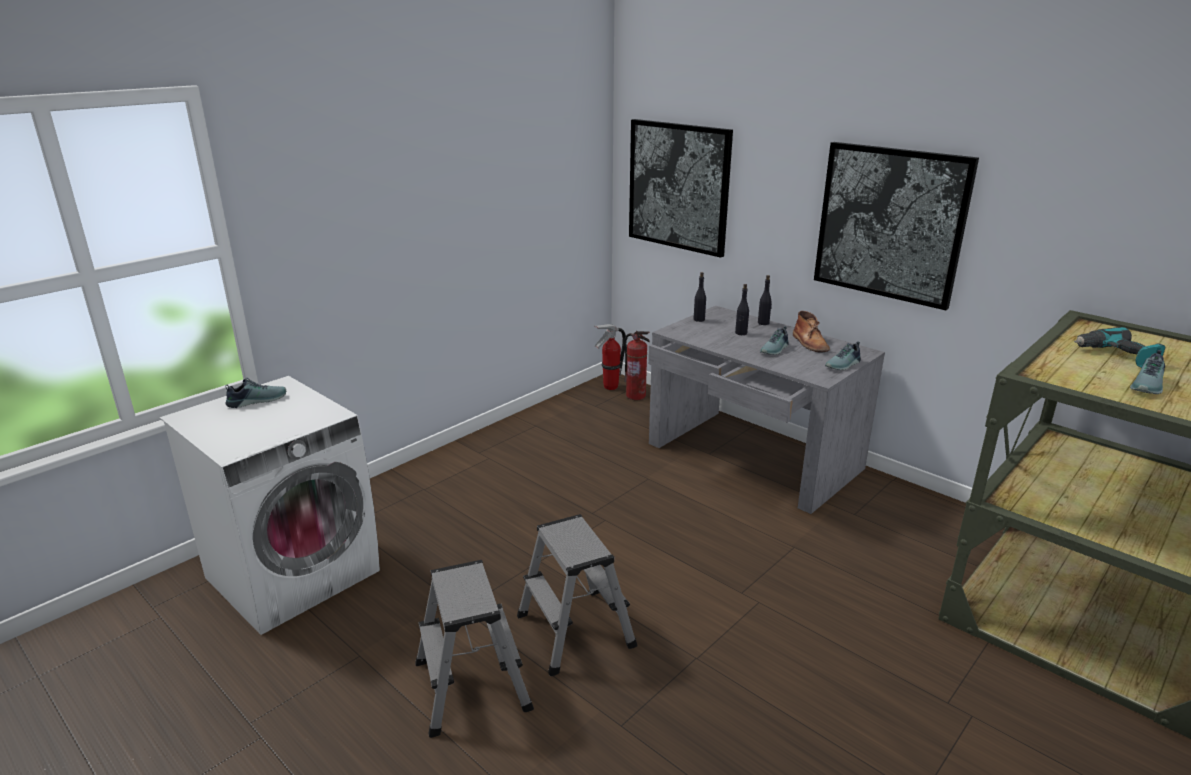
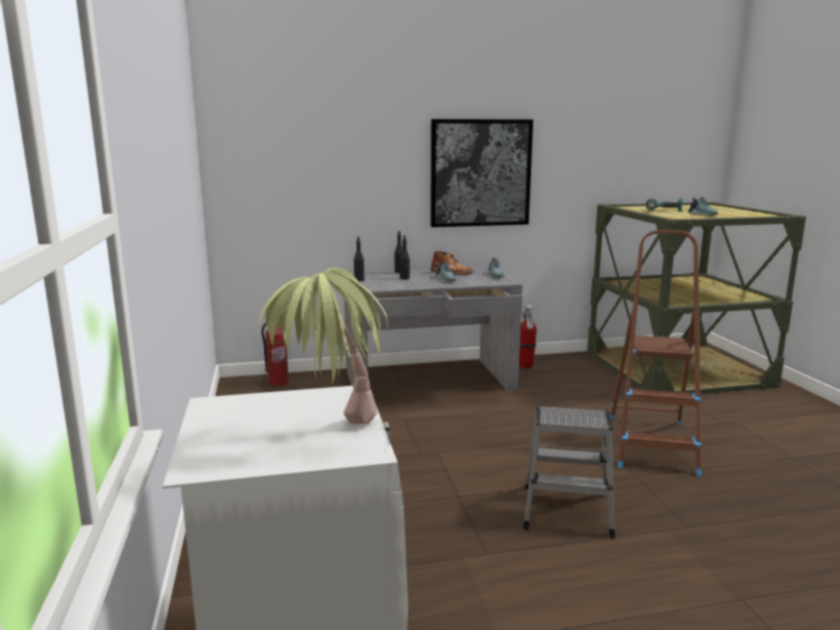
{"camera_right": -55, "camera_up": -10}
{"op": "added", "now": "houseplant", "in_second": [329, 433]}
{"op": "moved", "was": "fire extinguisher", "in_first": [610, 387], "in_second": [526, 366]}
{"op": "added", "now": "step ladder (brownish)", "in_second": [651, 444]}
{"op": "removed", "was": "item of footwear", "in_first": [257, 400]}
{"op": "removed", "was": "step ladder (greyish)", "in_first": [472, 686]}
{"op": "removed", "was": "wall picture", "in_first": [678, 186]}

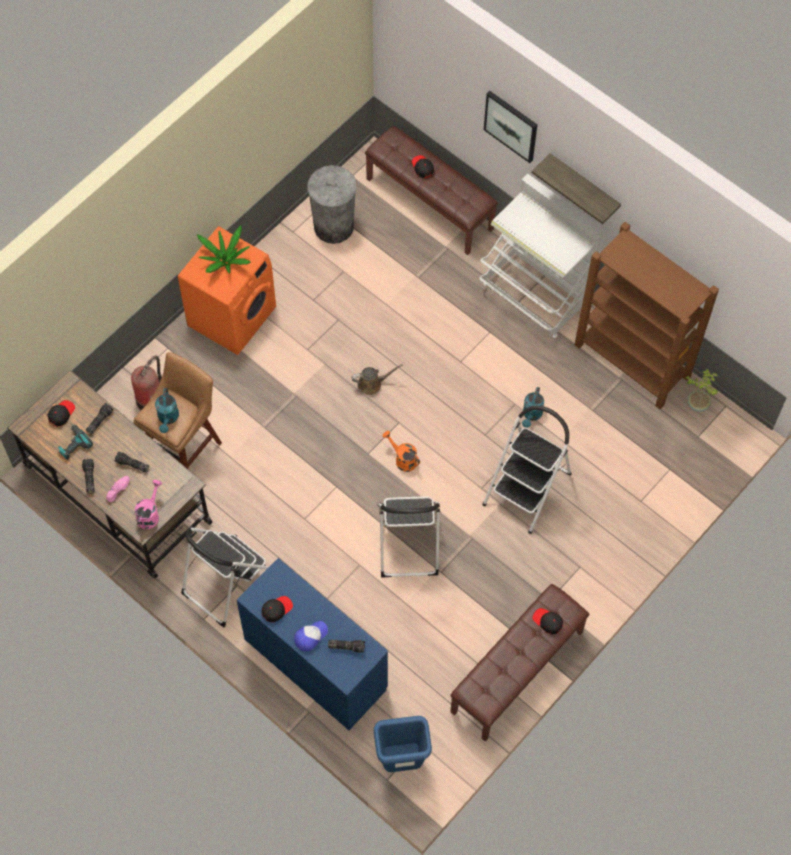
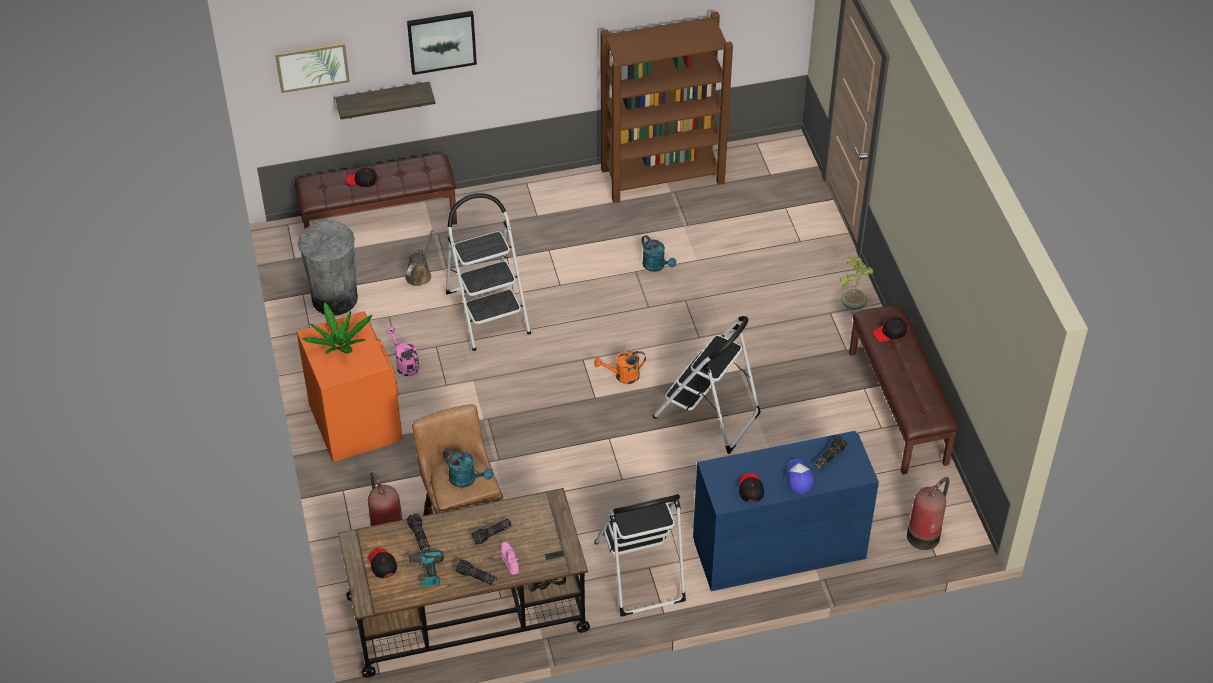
{"camera_right": -55, "camera_up": -15}
{"op": "added", "now": "wall picture", "in_second": [312, 66]}
{"op": "moved", "was": "shelf", "in_first": [583, 186], "in_second": [383, 100]}
{"op": "moved", "was": "sprinkling can (pinkish)", "in_first": [149, 514], "in_second": [405, 364]}
{"op": "moved", "was": "sprinkling can (brownish)", "in_first": [372, 384], "in_second": [419, 274]}
{"op": "moved", "was": "step ladder", "in_first": [529, 487], "in_second": [487, 311]}
{"op": "moved", "was": "houseplant", "in_first": [698, 403], "in_second": [852, 304]}
{"op": "replaced", "was": "trash can (blue-coloured)", "now": "fire extinguisher", "in_first": [402, 760], "in_second": [925, 534]}
{"op": "removed", "was": "shoe stand (white)", "in_first": [533, 296]}

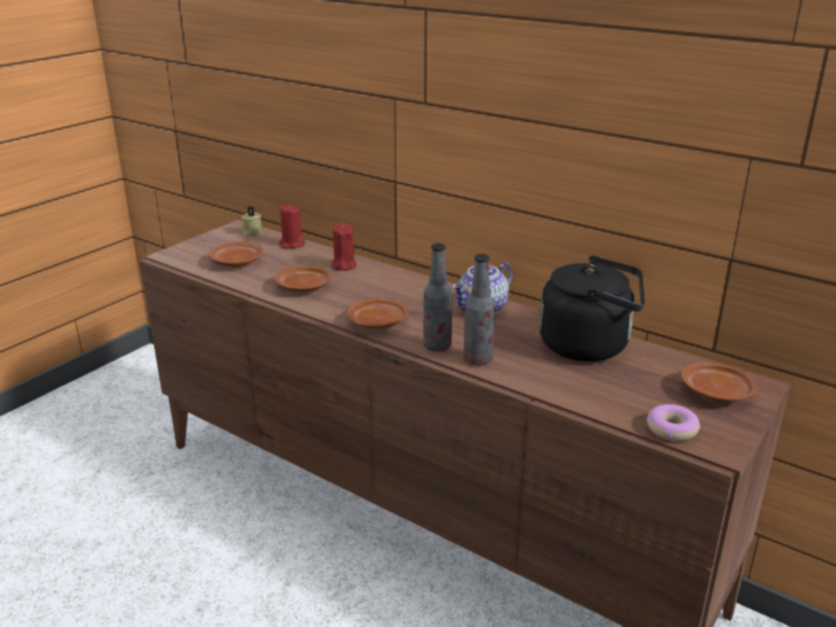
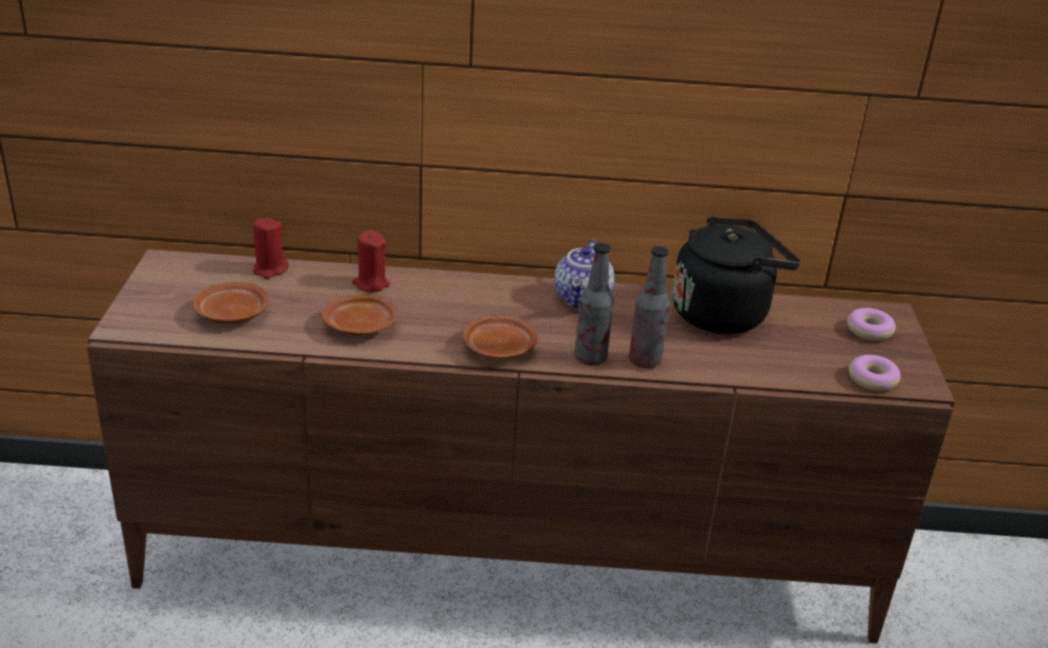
{"camera_right": -35, "camera_up": 5}
{"op": "replaced", "was": "flat dish (brownish)", "now": "ring doughnut", "in_first": [717, 393], "in_second": [869, 330]}
{"op": "removed", "was": "candle (sand-coloured)", "in_first": [252, 232]}

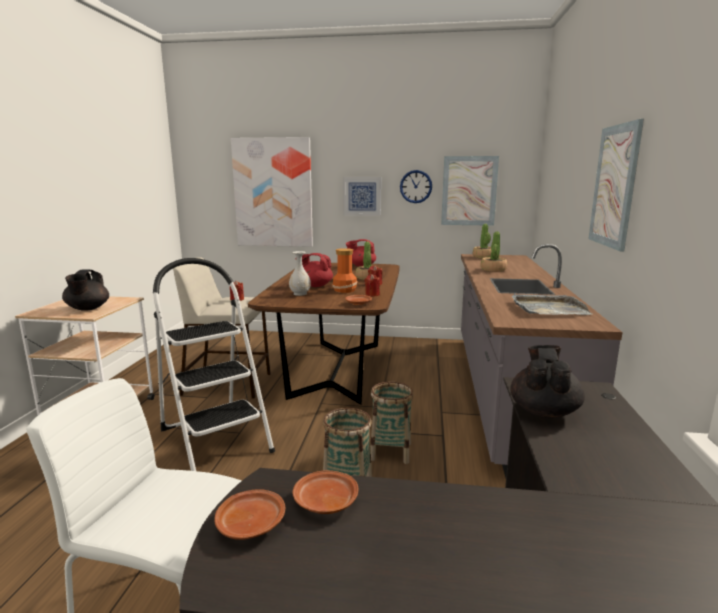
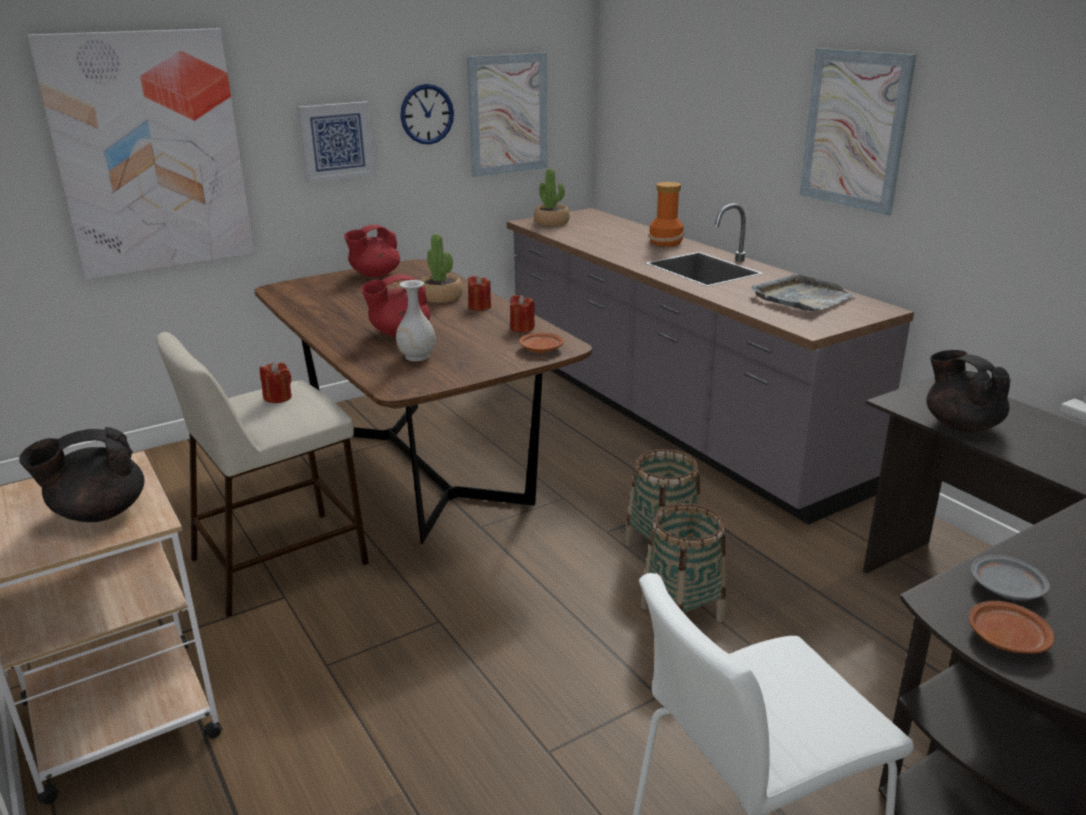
{"camera_right": -40, "camera_up": 10}
{"op": "turned", "was": "pot for tea (black-coloured)", "in_first": [87, 309], "in_second": [98, 513], "clockwise": 105}
{"op": "moved", "was": "decorative vase", "in_first": [345, 290], "in_second": [666, 242]}
{"op": "recoloured", "was": "flat dish (brownish)", "now": "flat dish (greyish)", "in_first": [325, 502], "in_second": [1006, 589]}
{"op": "removed", "was": "step ladder", "in_first": [215, 439]}
{"op": "removed", "was": "houseplant", "in_first": [493, 270]}

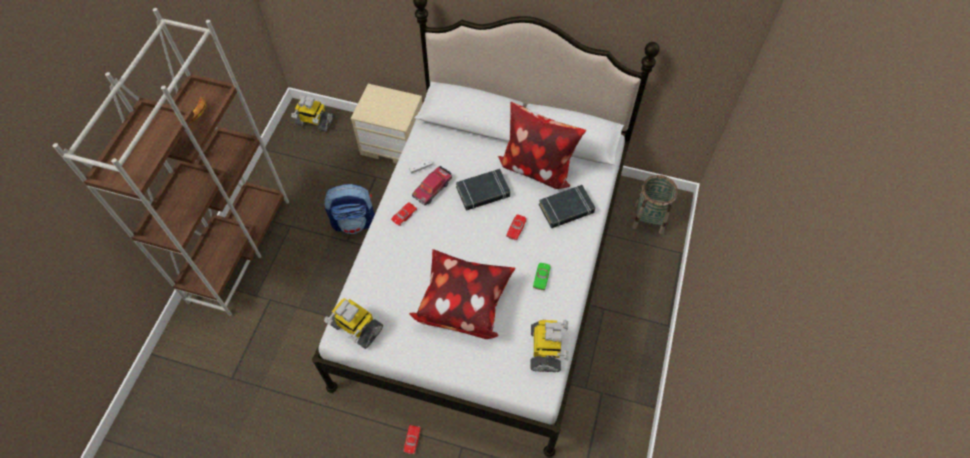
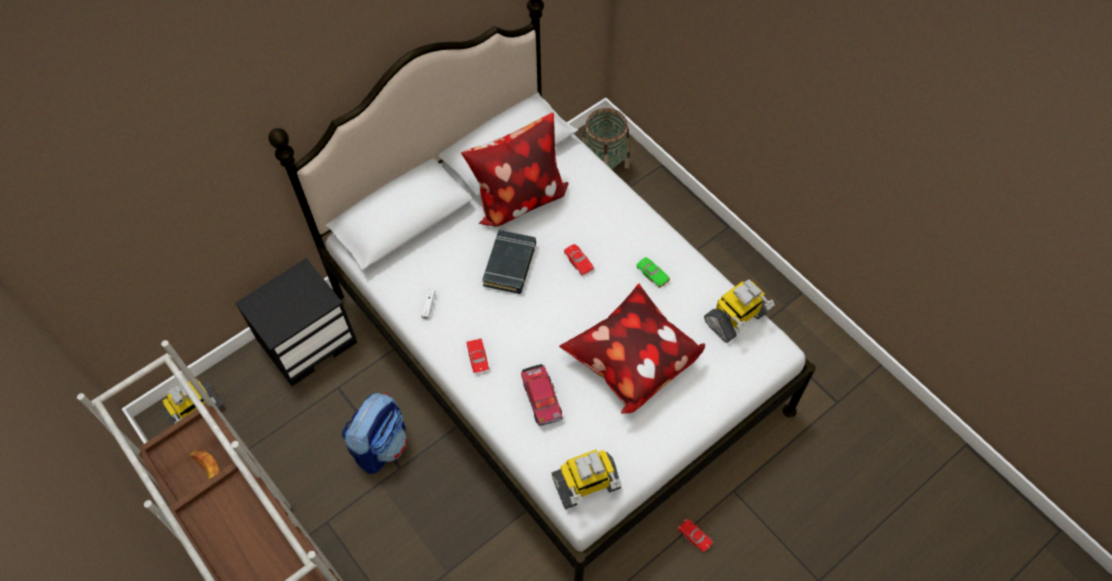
{"camera_right": -55, "camera_up": 0}
{"op": "recoloured", "was": "night table (sand-coloured)", "now": "night table (black-coloured)", "in_first": [394, 143], "in_second": [308, 341]}
{"op": "moved", "was": "model car", "in_first": [432, 188], "in_second": [542, 398]}
{"op": "turned", "was": "toy robot", "in_first": [546, 350], "in_second": [735, 319], "clockwise": 105}
{"op": "removed", "was": "book (black-coloured)", "in_first": [566, 209]}

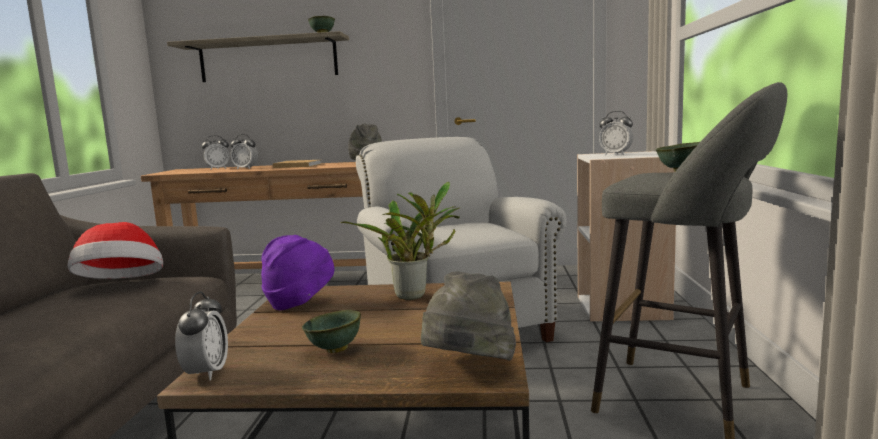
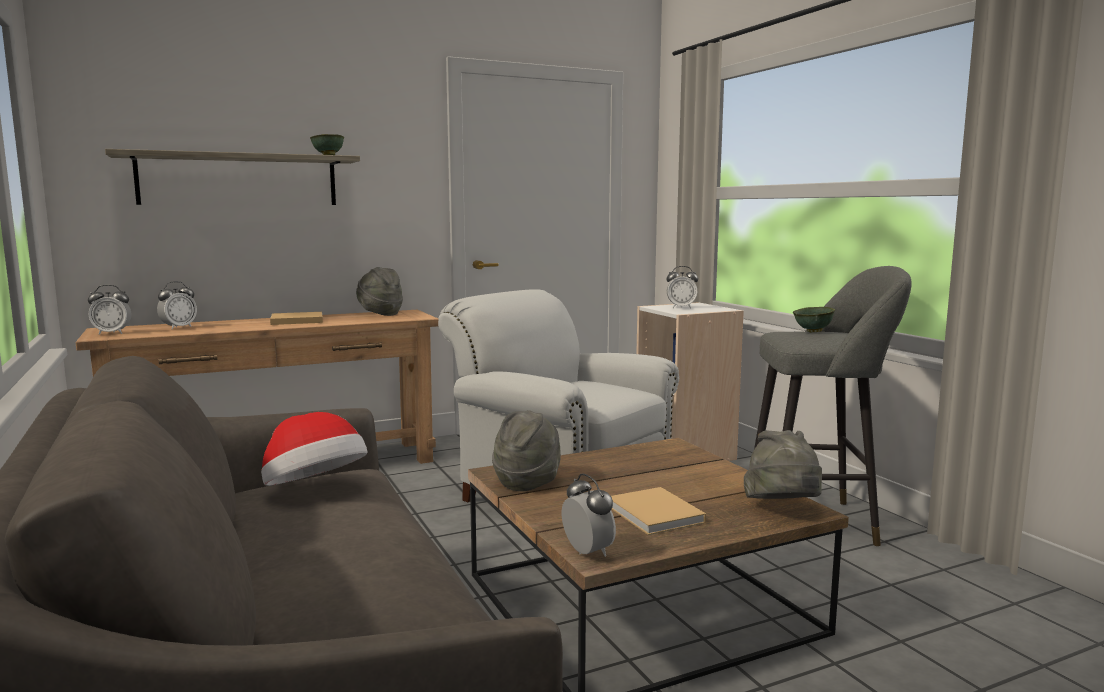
{"camera_right": -30, "camera_up": 0}
{"op": "moved", "was": "alarm clock", "in_first": [246, 169], "in_second": [112, 333]}
{"op": "recoloured", "was": "hat (purple)", "now": "hat (greyish)", "in_first": [300, 303], "in_second": [527, 481]}
{"op": "replaced", "was": "bowl (green)", "now": "book (sand-coloured)", "in_first": [334, 350], "in_second": [656, 515]}
{"op": "removed", "was": "houseplant", "in_first": [415, 295]}

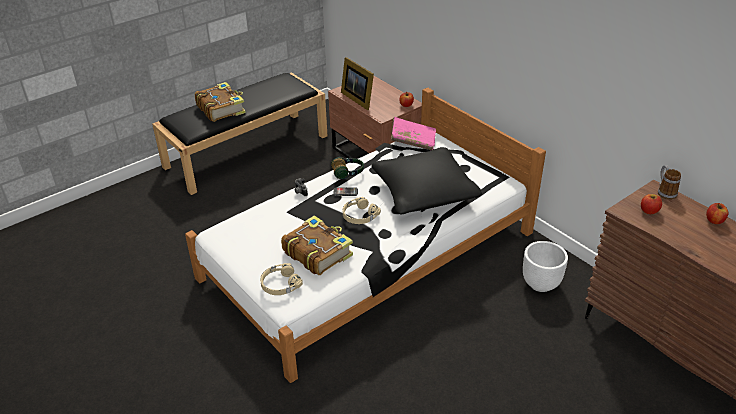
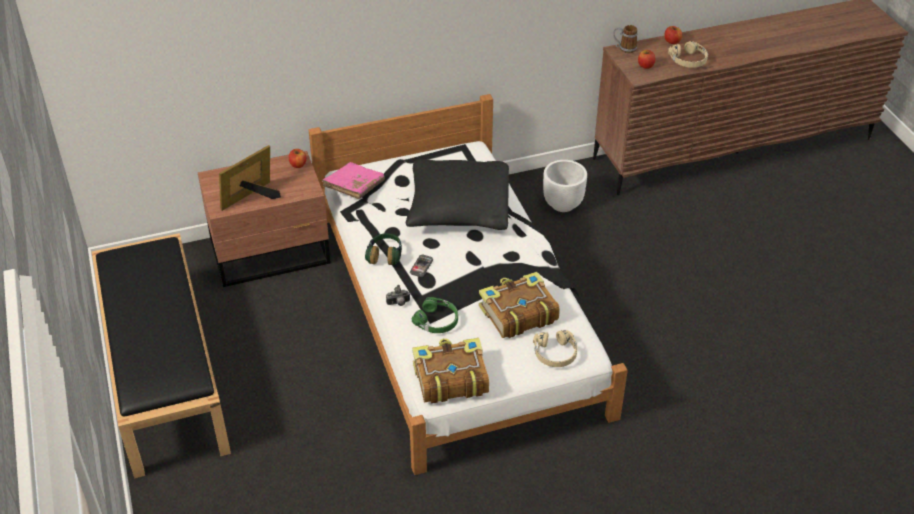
{"camera_right": -70, "camera_up": 5}
{"op": "turned", "was": "standing frame", "in_first": [358, 98], "in_second": [252, 198], "clockwise": 150}
{"op": "added", "now": "headset (green)", "in_second": [437, 321]}
{"op": "moved", "was": "book", "in_first": [221, 108], "in_second": [449, 378]}
{"op": "moved", "was": "headset (sand-coloured)", "in_first": [359, 216], "in_second": [688, 60]}

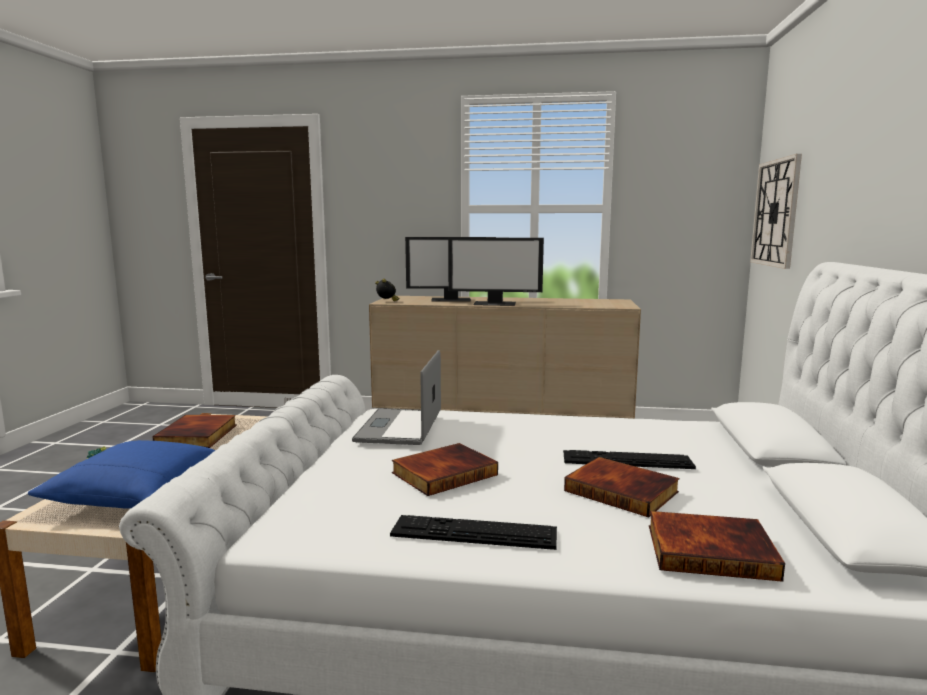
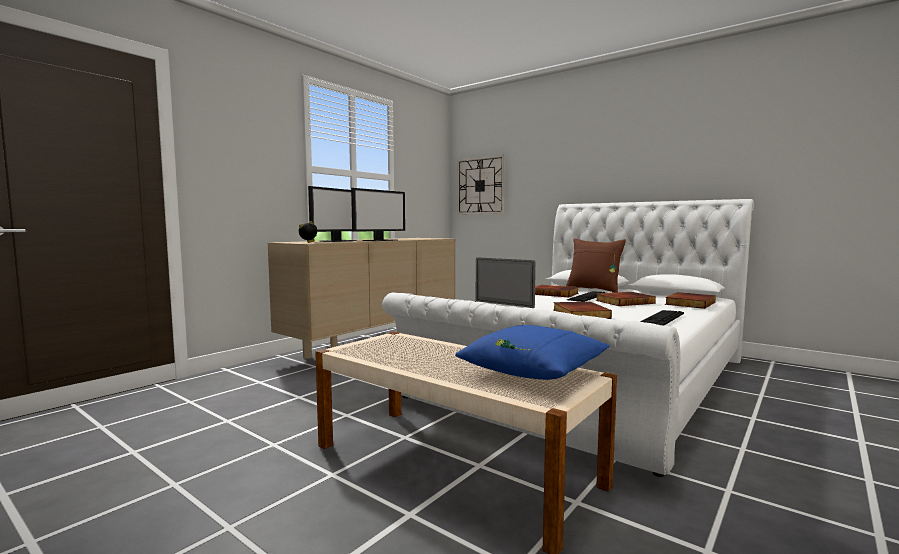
{"camera_right": -60, "camera_up": -5}
{"op": "moved", "was": "book", "in_first": [198, 436], "in_second": [555, 293]}
{"op": "added", "now": "pillow (brownish)", "in_second": [593, 290]}

